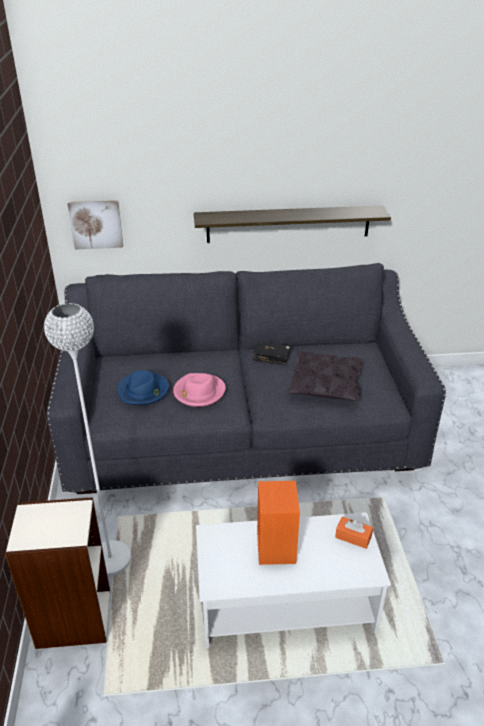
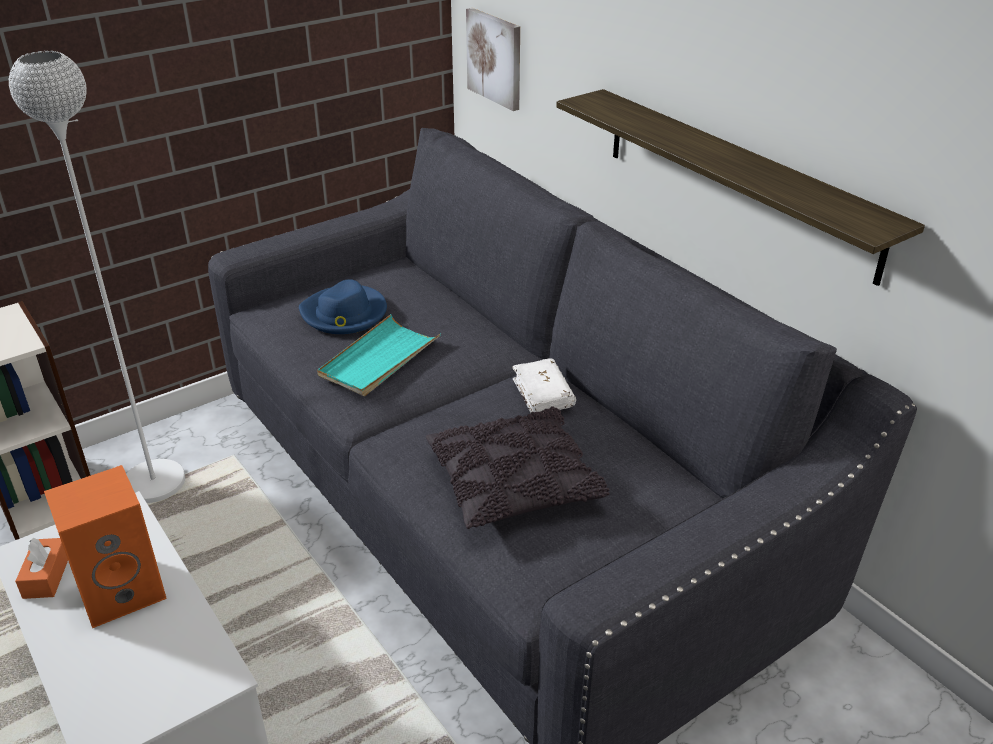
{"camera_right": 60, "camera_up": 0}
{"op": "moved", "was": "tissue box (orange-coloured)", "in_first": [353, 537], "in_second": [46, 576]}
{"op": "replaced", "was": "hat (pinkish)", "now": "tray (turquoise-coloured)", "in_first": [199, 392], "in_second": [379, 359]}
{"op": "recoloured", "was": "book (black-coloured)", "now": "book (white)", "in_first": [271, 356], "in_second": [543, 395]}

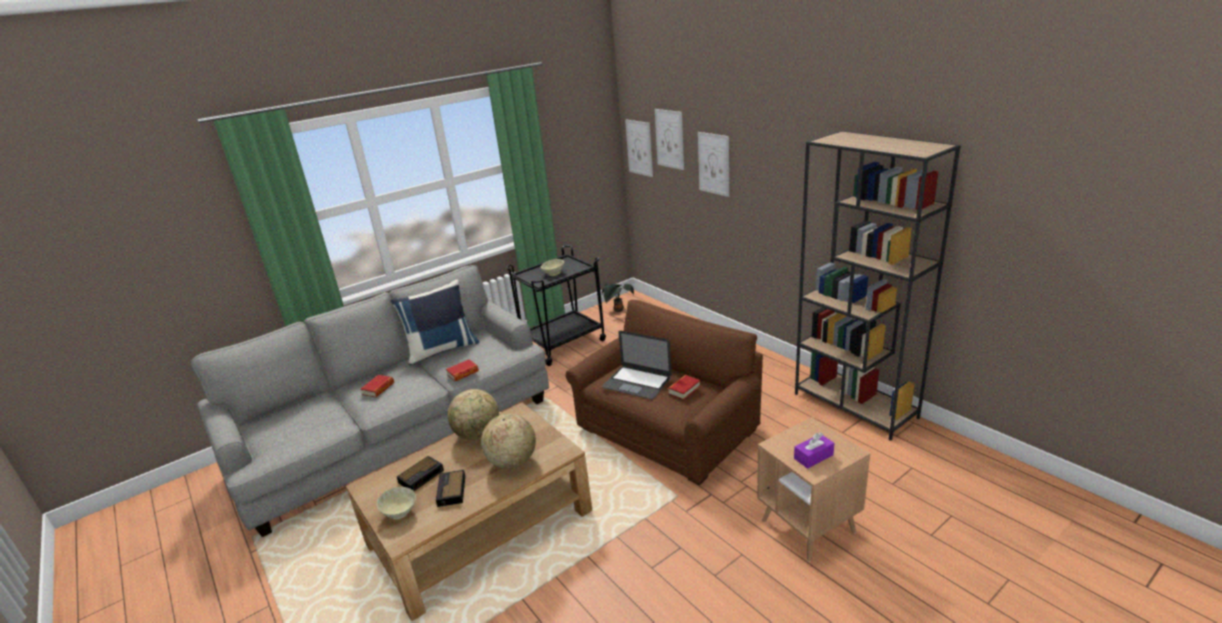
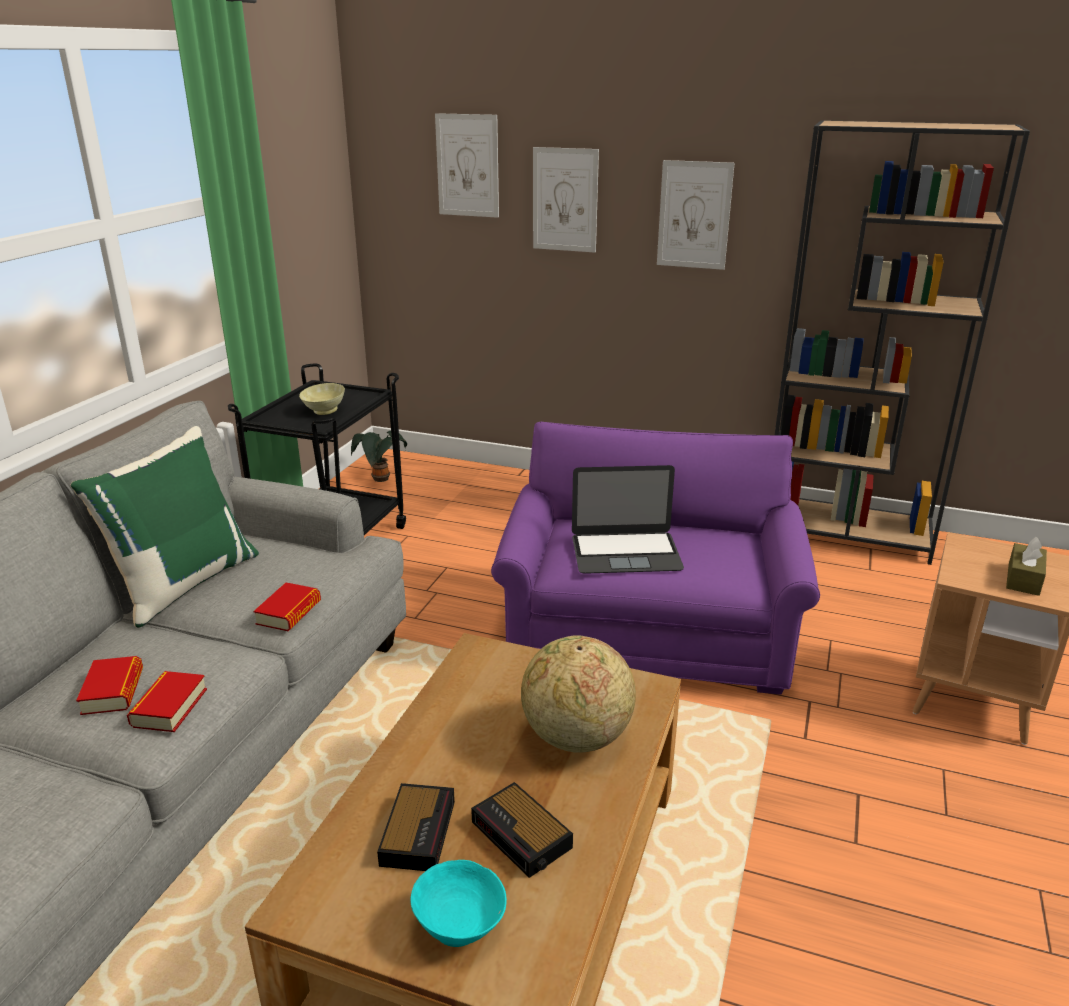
{"camera_right": -35, "camera_up": 0}
{"op": "recoloured", "was": "pillow (blue-coloured)", "now": "pillow (green)", "in_first": [442, 349], "in_second": [184, 583]}
{"op": "moved", "was": "book", "in_first": [684, 390], "in_second": [169, 707]}
{"op": "recoloured", "was": "bowl (sand-coloured)", "now": "bowl (turquoise-coloured)", "in_first": [400, 513], "in_second": [460, 928]}
{"op": "recoloured", "was": "armchair (brownish)", "now": "armchair (purple)", "in_first": [668, 430], "in_second": [649, 631]}
{"op": "moved", "was": "wall picture", "in_first": [639, 148], "in_second": [694, 215]}
{"op": "recoloured", "was": "tissue box (purple)", "now": "tissue box (brownish)", "in_first": [813, 457], "in_second": [1023, 579]}
{"op": "removed", "was": "world globe", "in_first": [478, 434]}

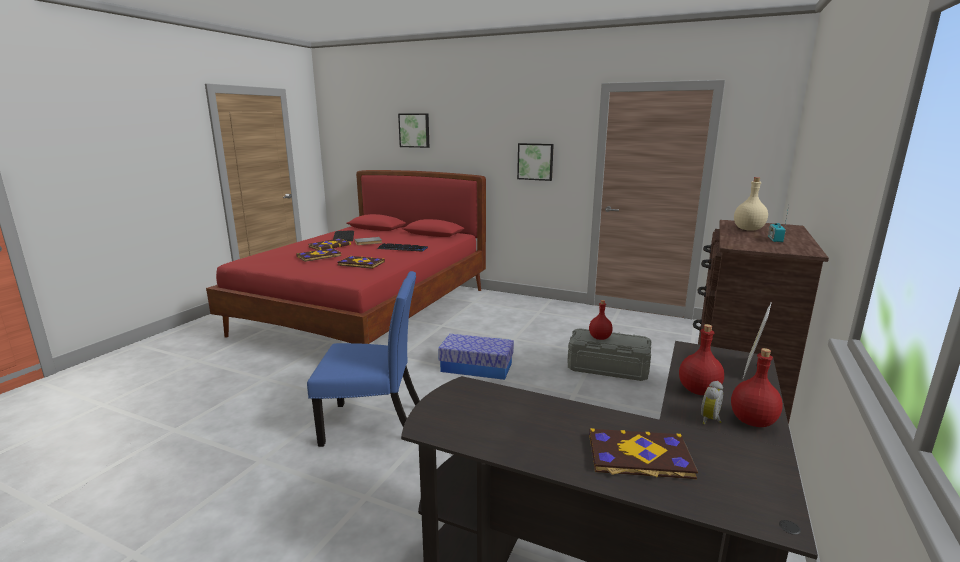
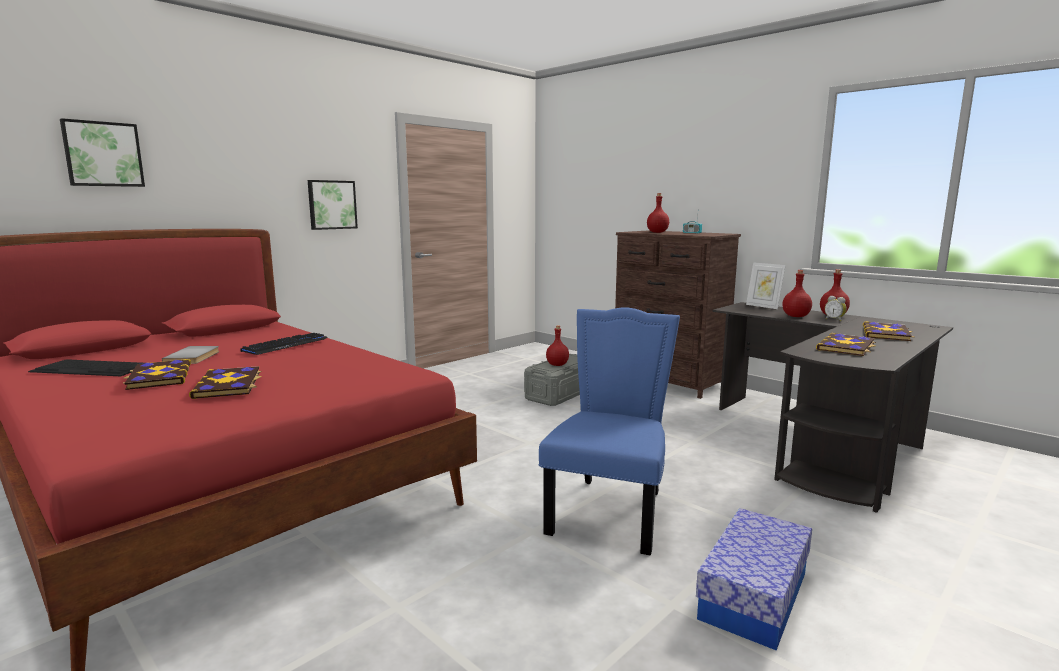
{"camera_right": -70, "camera_up": -5}
{"op": "recoloured", "was": "bottle (sand-coloured)", "now": "bottle (red)", "in_first": [749, 229], "in_second": [657, 232]}
{"op": "moved", "was": "storage box", "in_first": [476, 367], "in_second": [754, 595]}
{"op": "moved", "was": "book", "in_first": [361, 264], "in_second": [847, 347]}

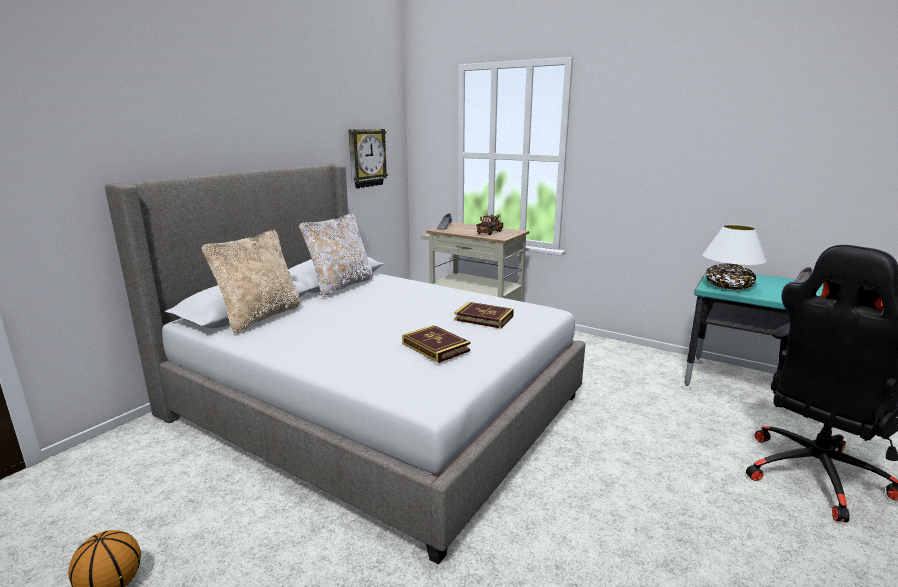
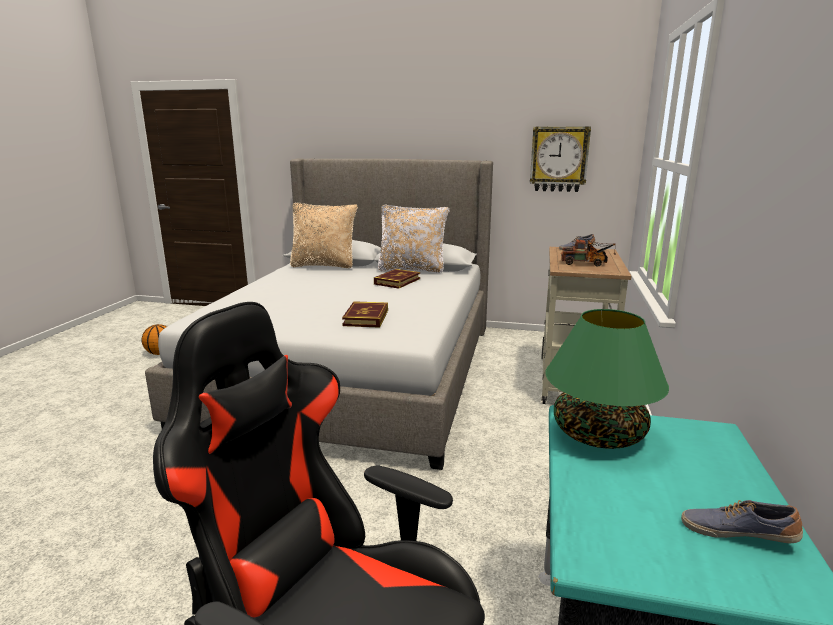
{"camera_right": 70, "camera_up": 0}
{"op": "moved", "was": "book", "in_first": [435, 347], "in_second": [397, 281]}
{"op": "recoloured", "was": "tabletop lamp (white)", "now": "tabletop lamp (green)", "in_first": [728, 286], "in_second": [597, 433]}

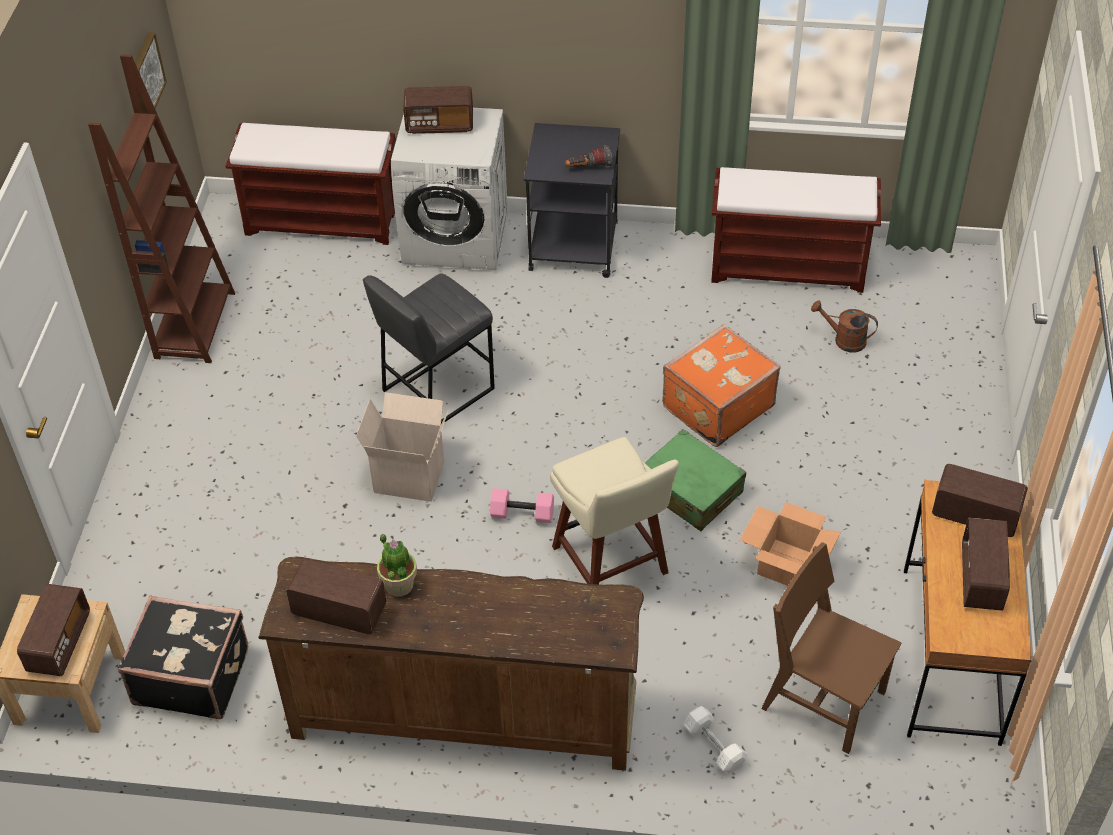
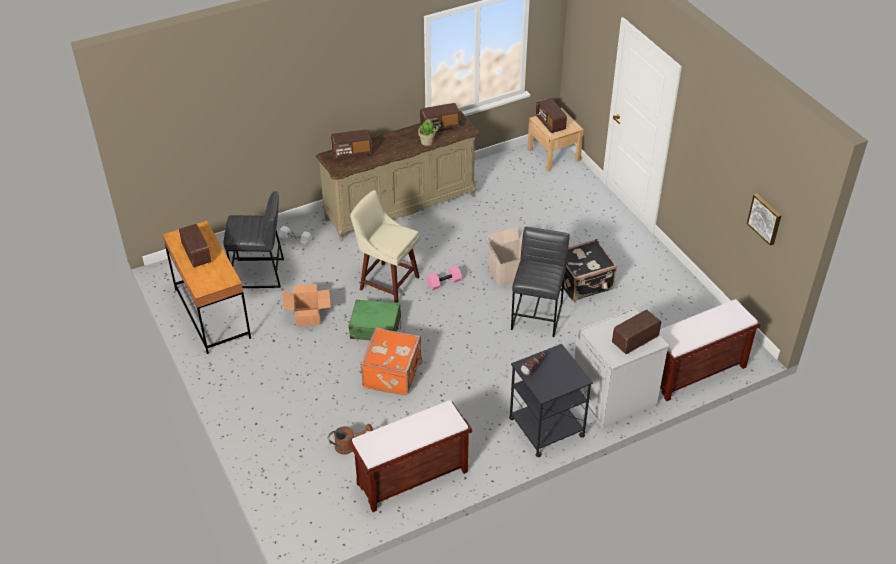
{"camera_right": 145, "camera_up": -5}
{"op": "replaced", "was": "plain chair (brownish)", "now": "sitting stool (greyish)", "in_first": [823, 700], "in_second": [260, 273]}
{"op": "moved", "was": "radio receiver", "in_first": [975, 515], "in_second": [352, 153]}
{"op": "moved", "was": "piece of luggage (black-coloured)", "in_first": [191, 675], "in_second": [584, 283]}
{"op": "removed", "was": "bookcase (brownish)", "in_first": [194, 325]}

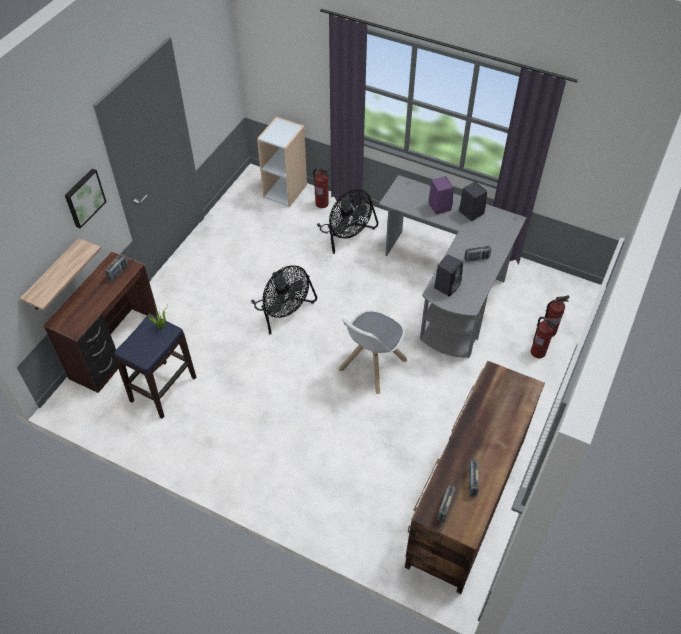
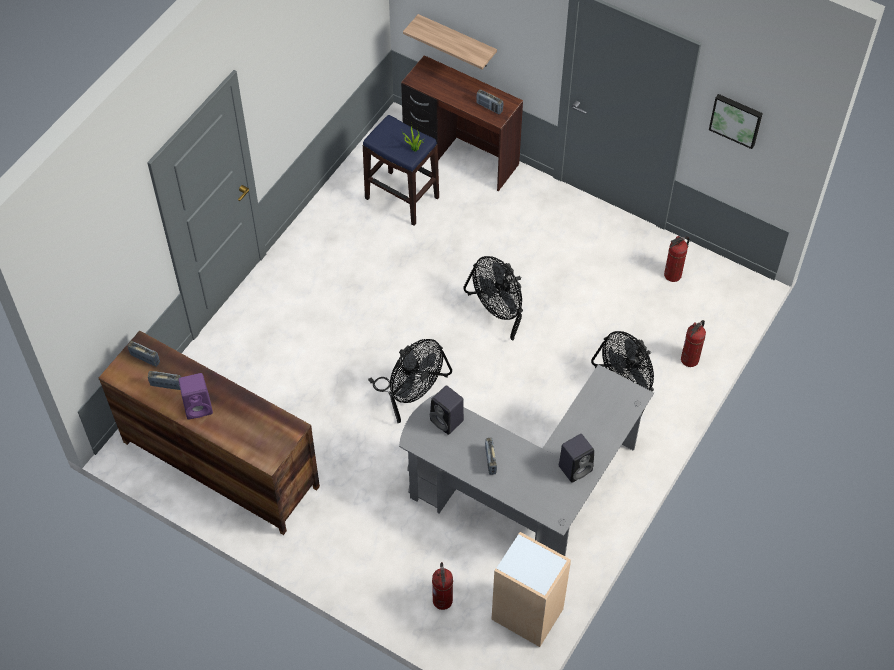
{"camera_right": 95, "camera_up": 5}
{"op": "moved", "was": "audio speaker (purple)", "in_first": [439, 206], "in_second": [199, 407]}
{"op": "replaced", "was": "plain chair", "now": "fan (black-coloured)", "in_first": [371, 366], "in_second": [410, 392]}
{"op": "moved", "was": "bookcase", "in_first": [285, 190], "in_second": [528, 615]}
{"op": "moved", "was": "fire extinguisher", "in_first": [538, 352], "in_second": [672, 275]}
{"op": "moved", "was": "wall picture", "in_first": [84, 197], "in_second": [736, 119]}

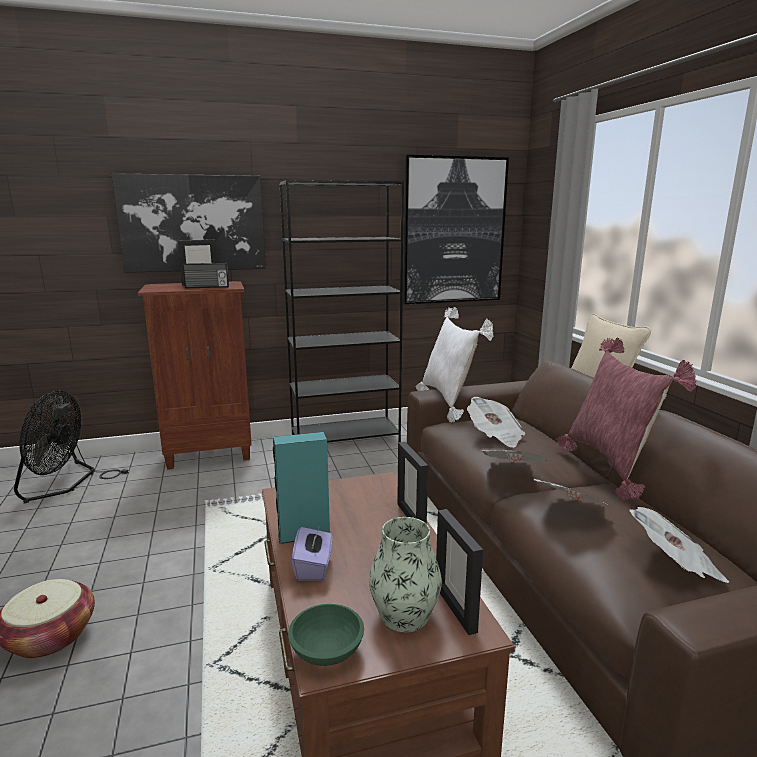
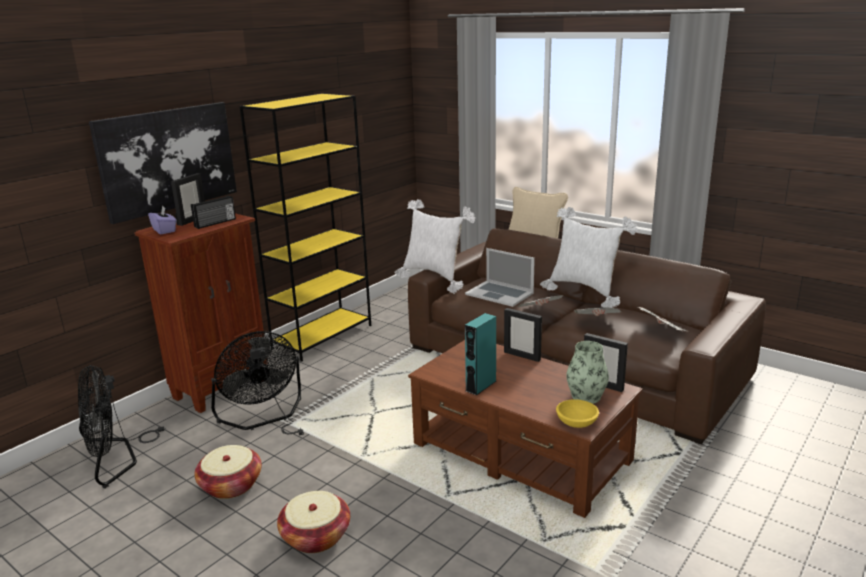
{"camera_right": -35, "camera_up": 5}
{"op": "moved", "was": "tissue box (purple)", "in_first": [313, 567], "in_second": [164, 230]}
{"op": "added", "now": "basket", "in_second": [231, 485]}
{"op": "added", "now": "fan (black-coloured)", "in_second": [268, 417]}
{"op": "recoloured", "was": "bookcase (black-coloured)", "now": "bookcase (yellowish)", "in_first": [346, 438], "in_second": [322, 336]}
{"op": "replaced", "was": "daily paper", "now": "portable computer", "in_first": [495, 436], "in_second": [499, 293]}
{"op": "recoloured", "was": "pillow (red)", "now": "pillow (white)", "in_first": [611, 473], "in_second": [585, 296]}
{"op": "recoloured", "was": "bowl (green)", "now": "bowl (yellowish)", "in_first": [328, 650], "in_second": [576, 422]}
{"op": "removed", "was": "wall picture", "in_first": [454, 231]}

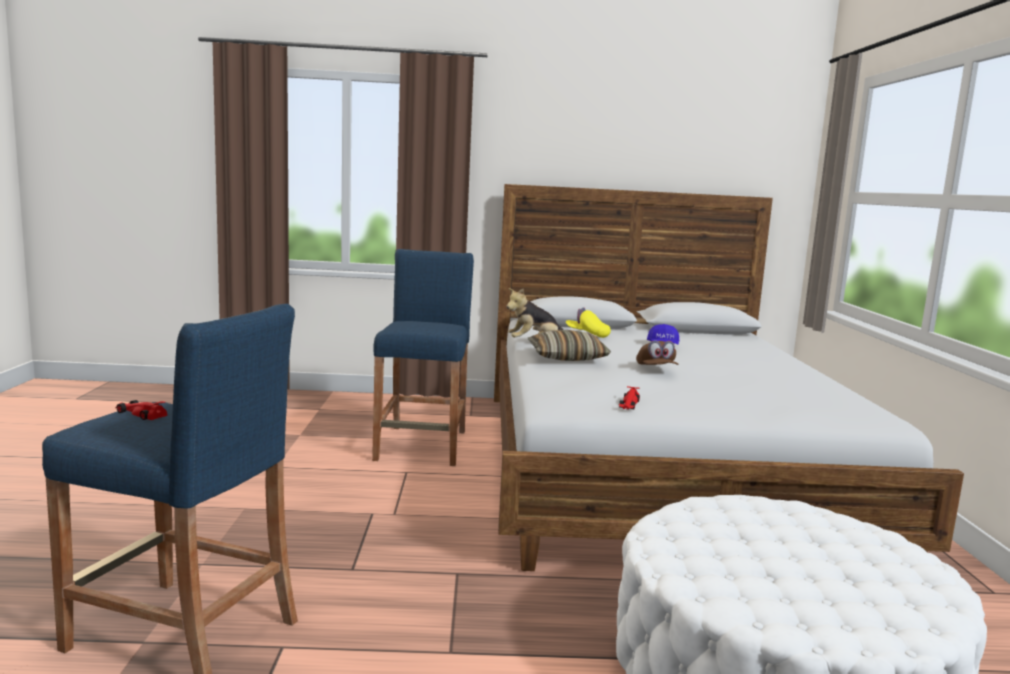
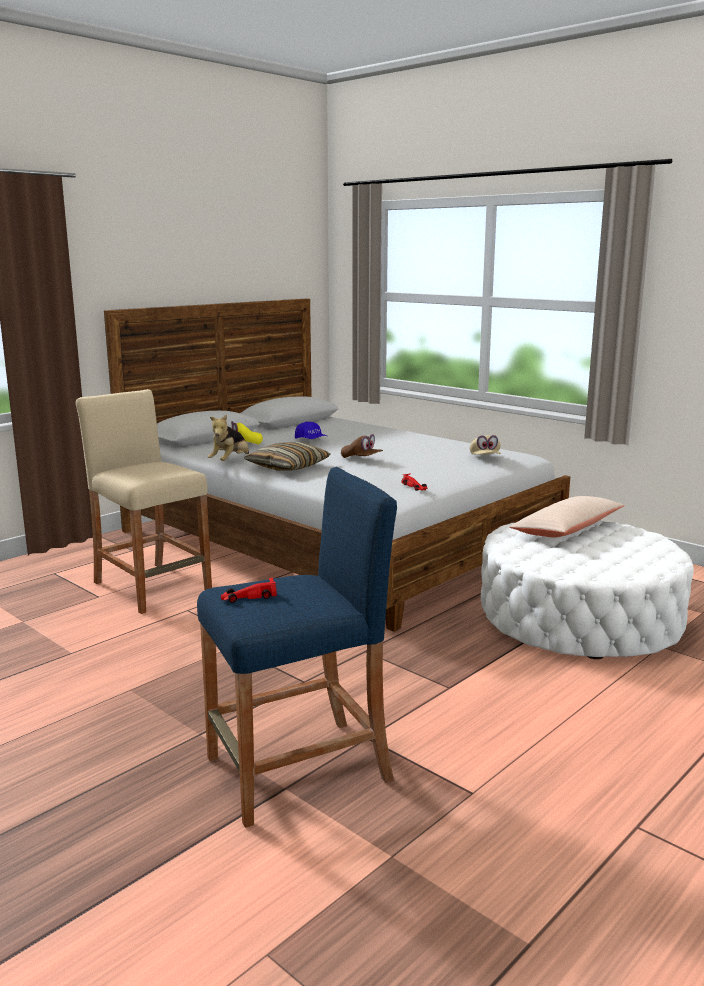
{"camera_right": -45, "camera_up": 5}
{"op": "recoloured", "was": "sitting stool (blue-coloured)", "now": "sitting stool (sand-coloured)", "in_first": [422, 445], "in_second": [152, 587]}
{"op": "added", "now": "baseball cap (sand-coloured)", "in_second": [485, 458]}
{"op": "added", "now": "pillow (sand-coloured)", "in_second": [567, 529]}

